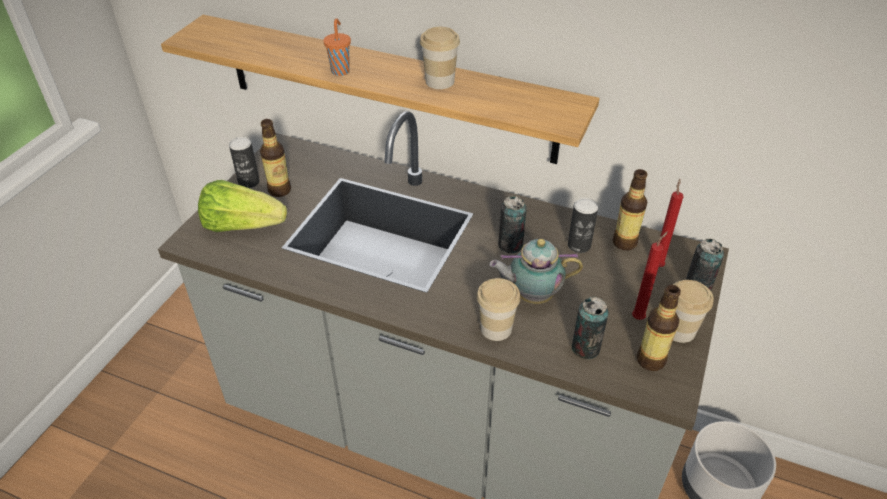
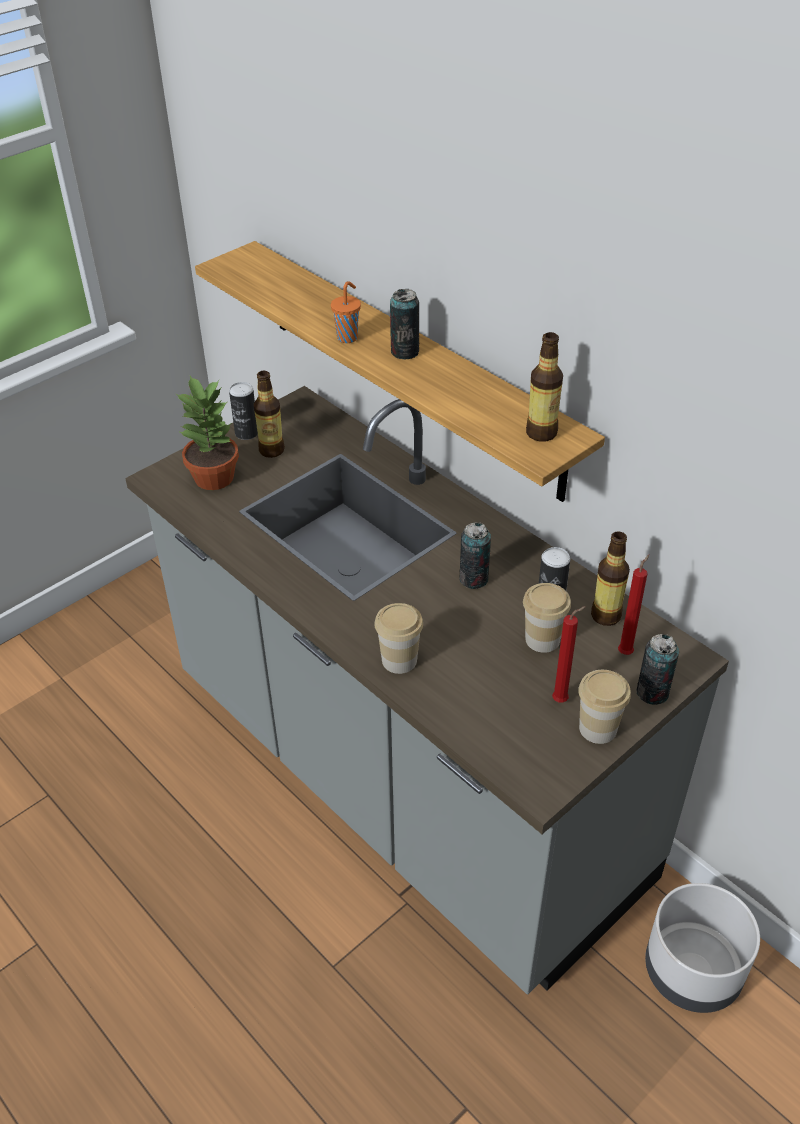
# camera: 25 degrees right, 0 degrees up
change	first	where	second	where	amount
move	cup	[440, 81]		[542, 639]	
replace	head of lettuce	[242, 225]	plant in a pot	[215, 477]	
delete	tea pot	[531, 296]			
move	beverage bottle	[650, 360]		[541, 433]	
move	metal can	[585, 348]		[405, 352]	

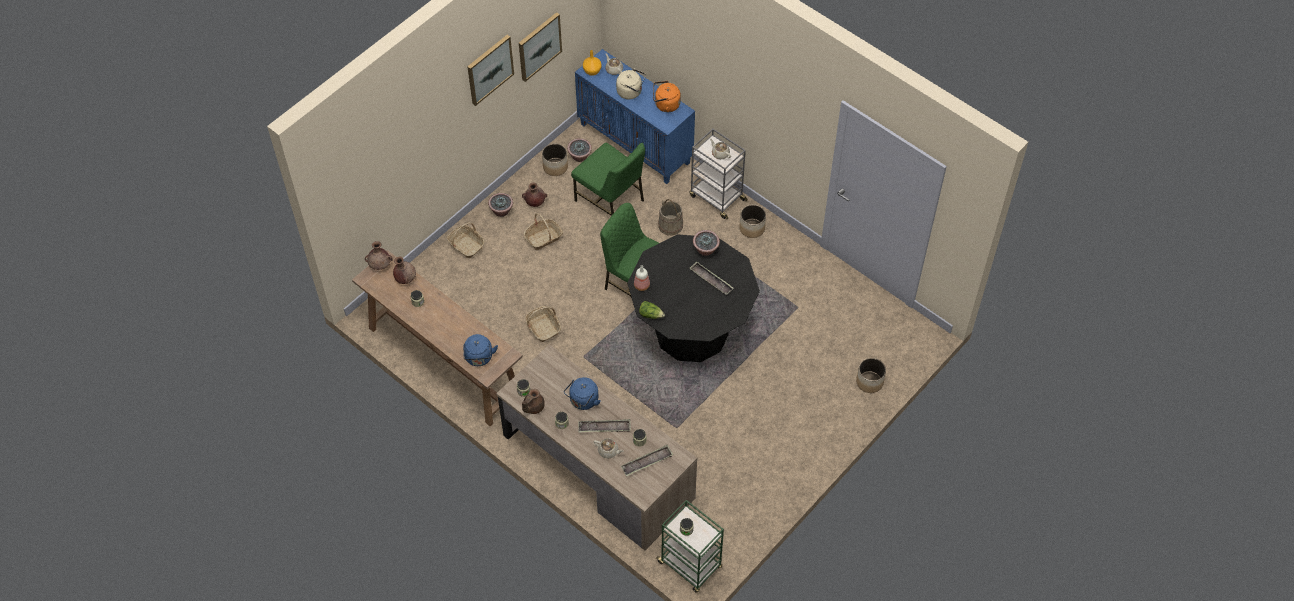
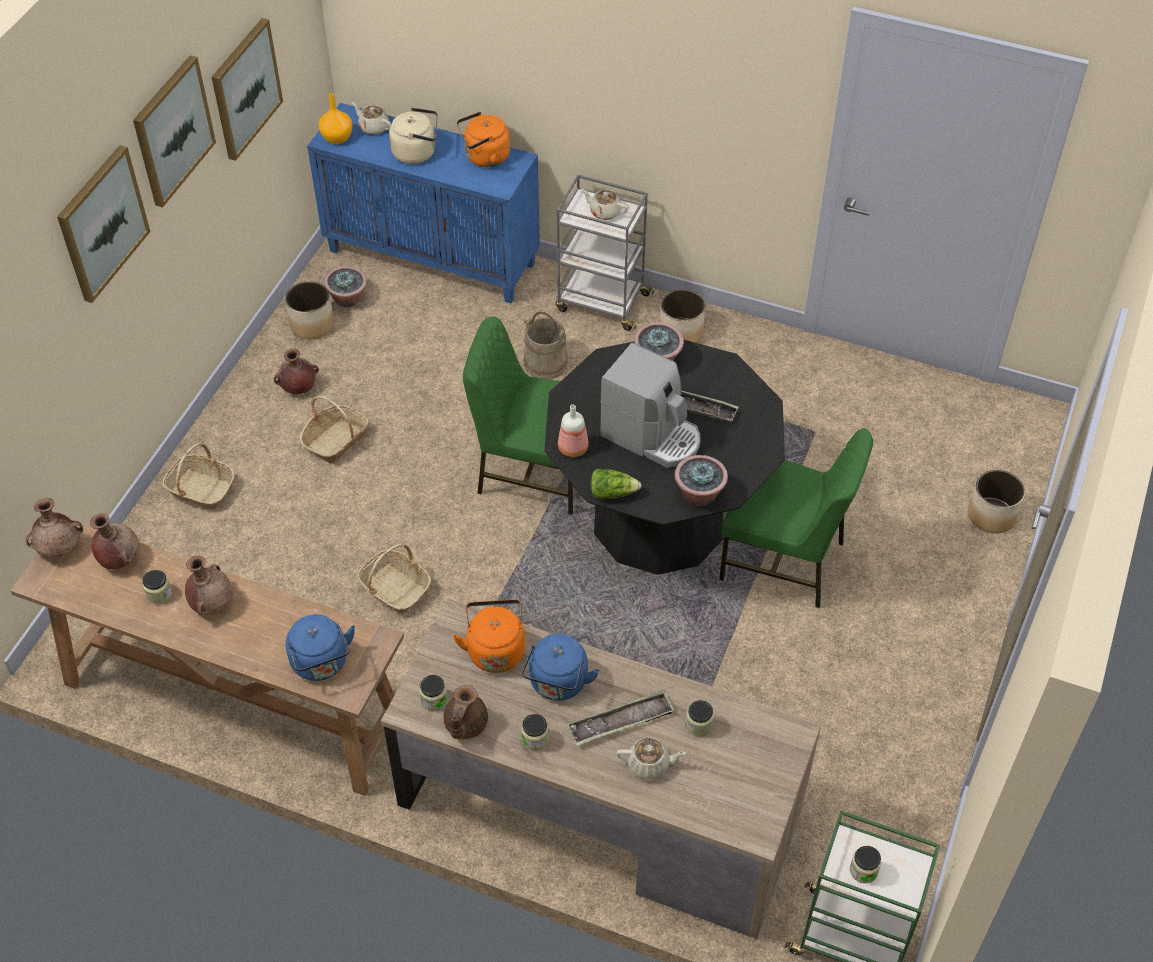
# camera: 20 degrees left, 5 degrees down
change	first	where	second	where	amount
move	greenish plain chair	[610, 201]		[784, 560]	
move	plant in a pot	[501, 211]		[699, 495]	
delete	tray	[647, 462]			
insert			wall art	[102, 223]	
insert			coffee brewer	[652, 436]	
insert			brown decorative vase	[212, 603]	
insert			orange-coloured kettle	[495, 649]	

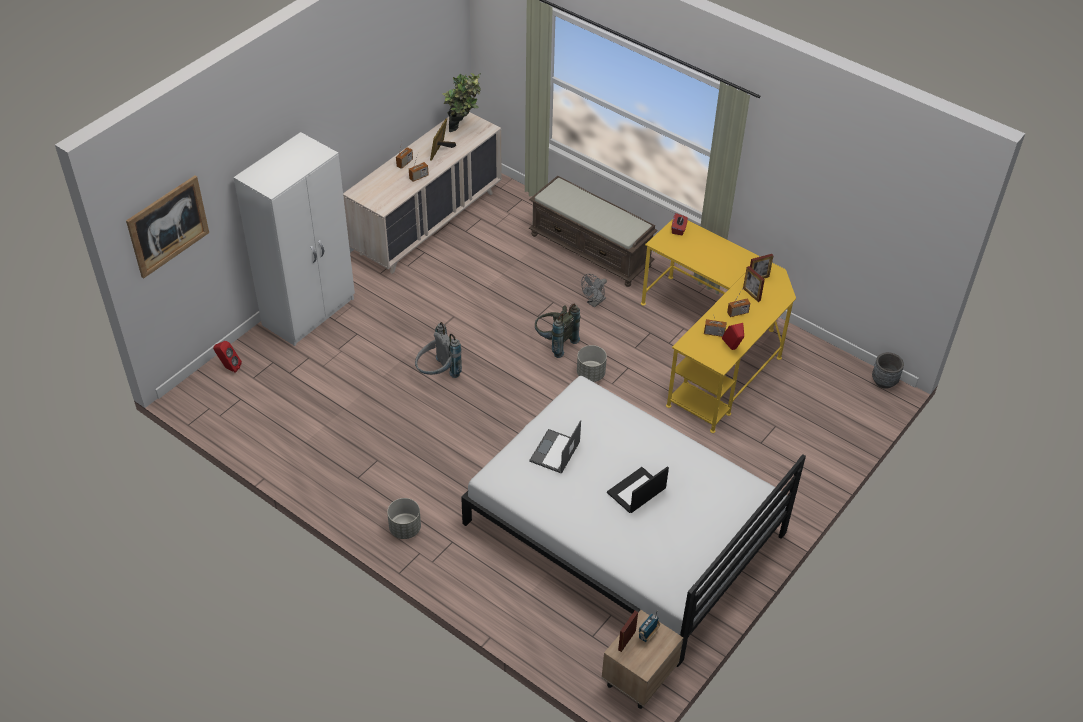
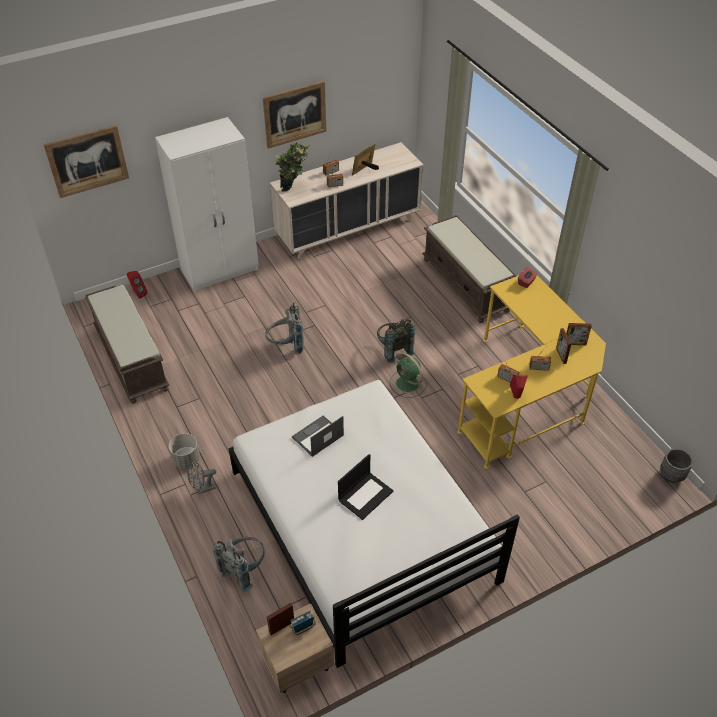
# camera: 25 degrees right, 0 degrees up
change	first	where	second	where	amount
move	plant in a pot	[463, 129]		[294, 192]	
move	grey cooling fan	[594, 302]		[202, 489]	
replace	grey plant pot	[591, 374]	greenish cooling fan	[408, 384]	
rotate	portable computer	[636, 491]		[365, 495]	150 degrees clockwise
insert			wall art	[295, 114]	
insert			brown bench	[130, 358]	
insert			grey rucksack	[244, 569]	

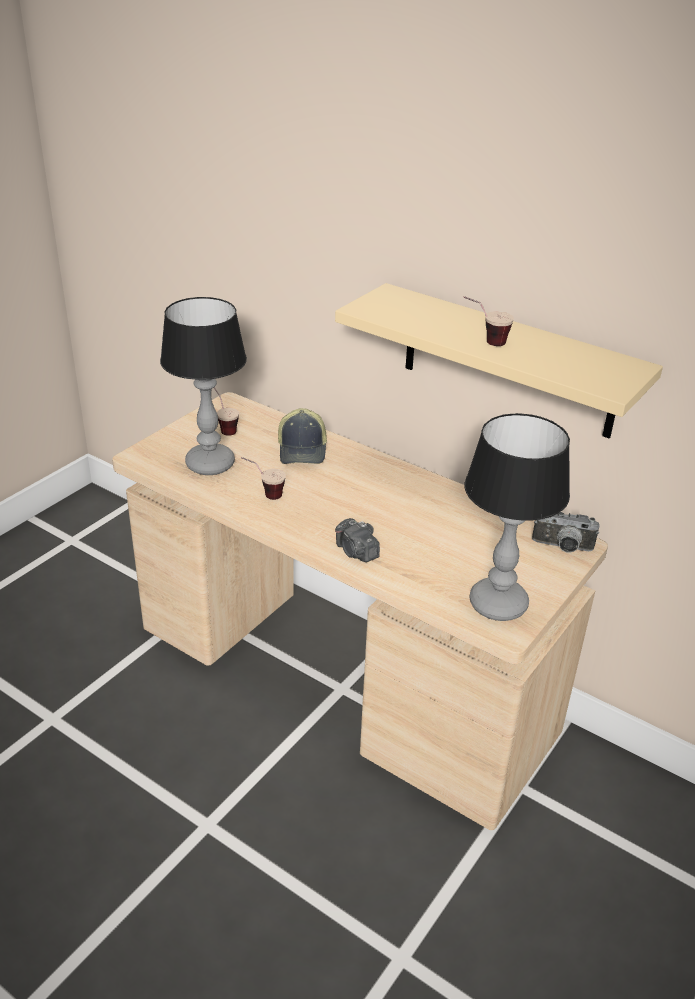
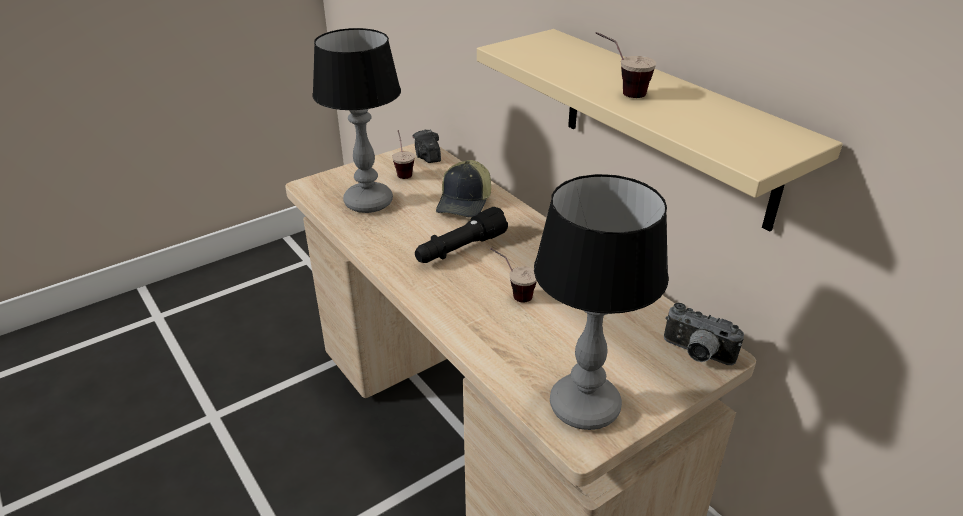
# camera: 20 degrees right, 0 degrees up
change	first	where	second	where	amount
move	cup	[263, 494]		[512, 293]	
move	photo camera	[356, 552]		[427, 156]	
insert			blackish hand torch	[460, 249]	

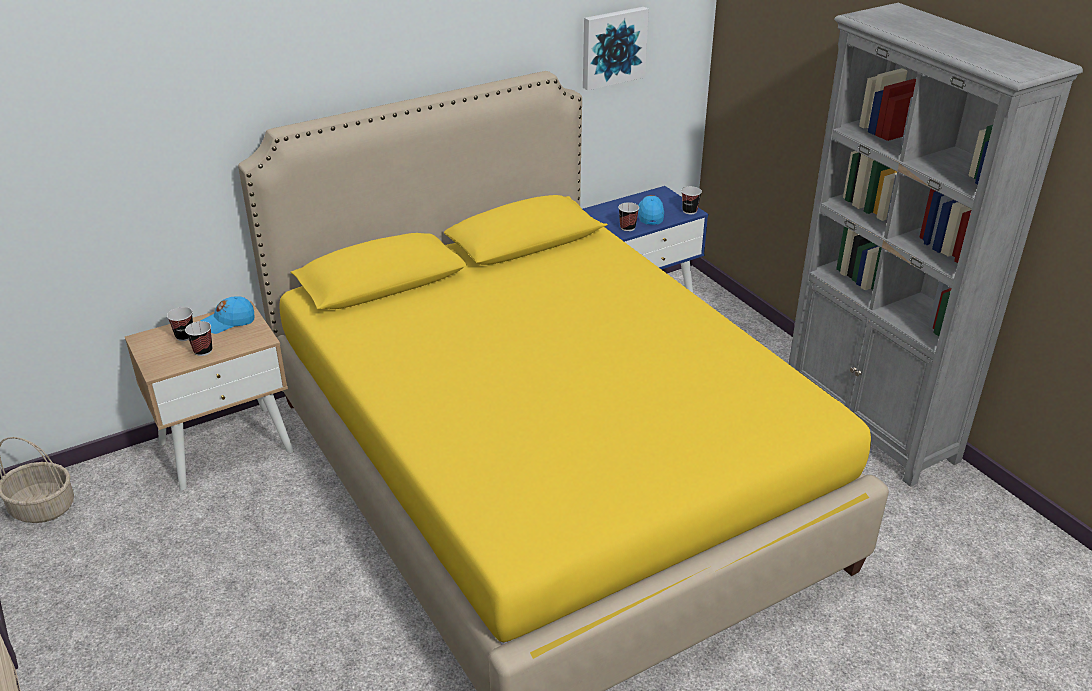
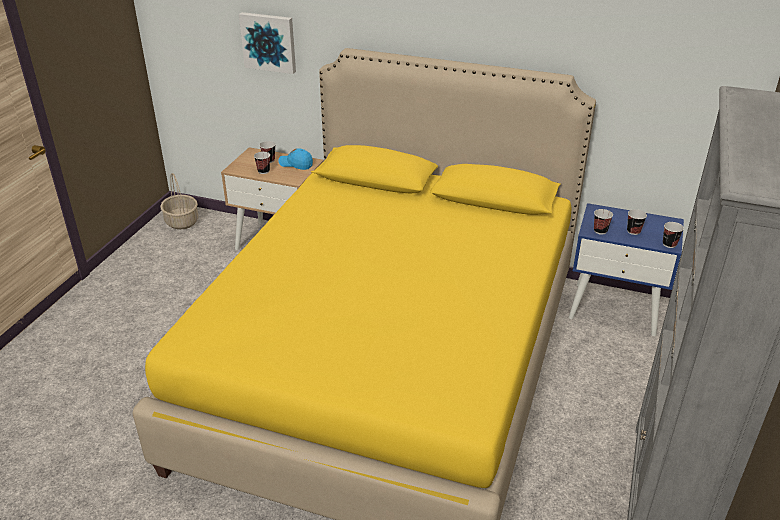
# camera: 50 degrees right, 0 degrees up
change	first	where	second	where	amount
move	wall art	[613, 47]		[269, 42]	
replace	blue peaked cap	[650, 214]	cup	[633, 231]	

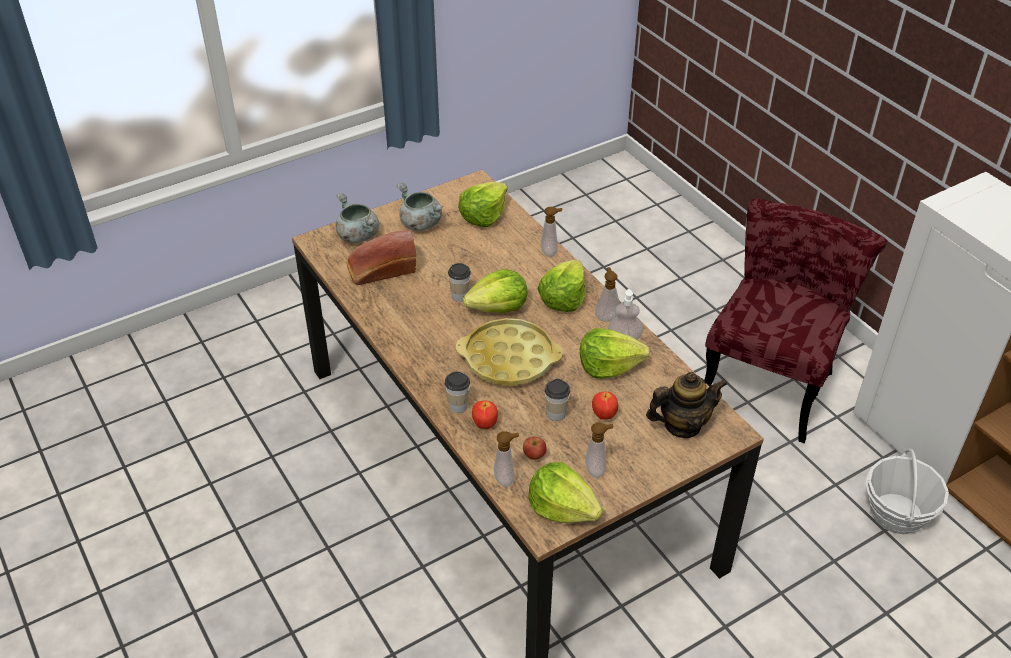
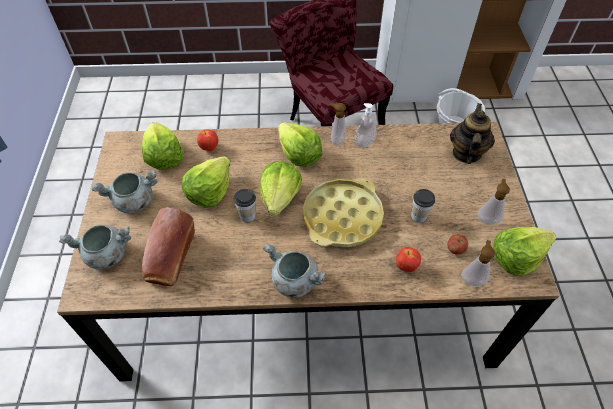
# camera: 60 degrees left, 10 degrees up
change	first	where	second	where	amount
delete	soap bottle	[550, 252]			
move	head of lettuce	[608, 365]		[209, 191]	
delete	cup	[458, 406]			
move	whole apple	[603, 415]		[209, 148]	
insert			grey saucepot	[293, 281]	

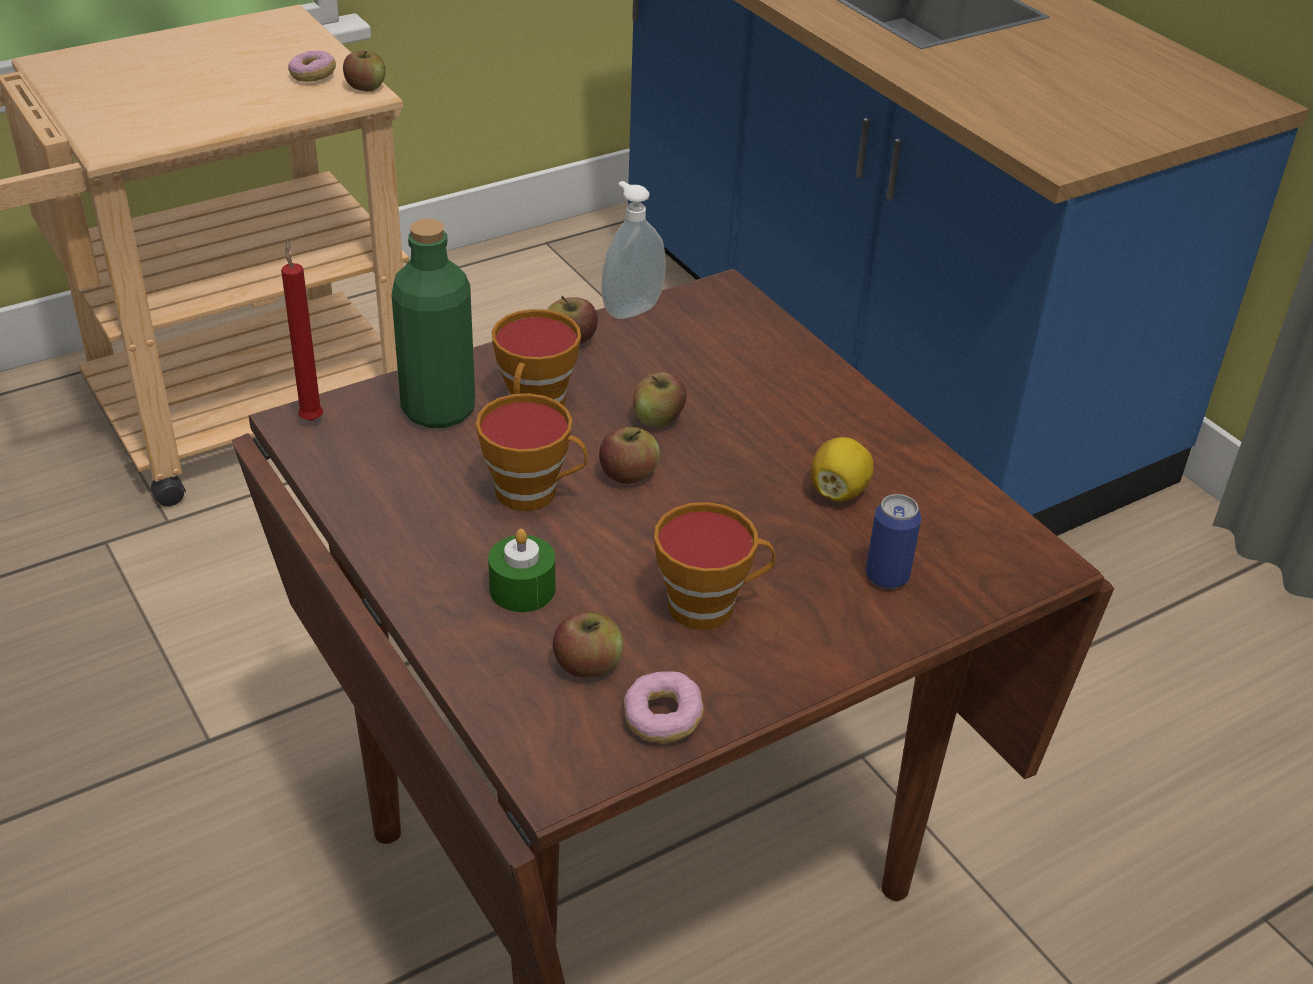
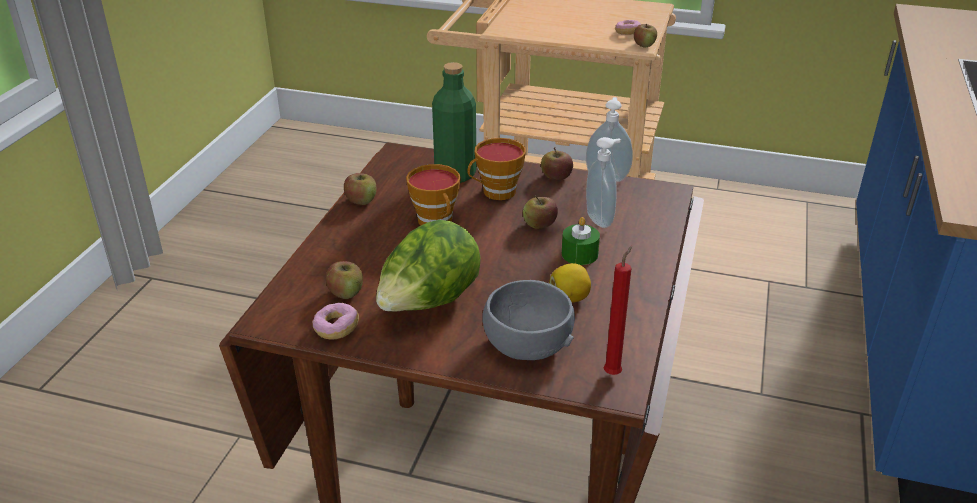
# camera: 50 degrees right, 5 degrees down
change	first	where	second	where	amount
move	reddish wax candle	[311, 418]		[613, 372]	
move	whole apple	[628, 474]		[361, 200]	
replace	metal can	[887, 576]	grey serving bowl	[527, 344]	
replace	cup	[709, 606]	head of lettuce	[429, 304]	
move	greenish wax candle	[522, 589]		[579, 254]	
insert			soap bottle	[601, 219]	

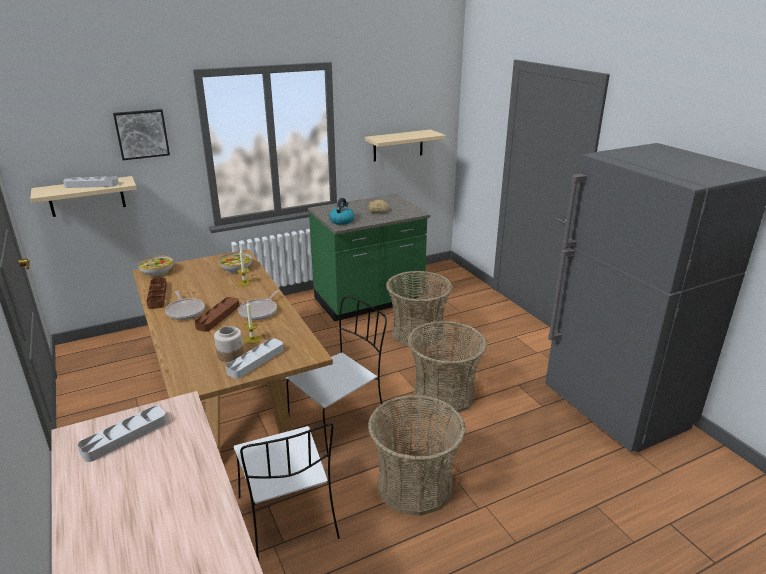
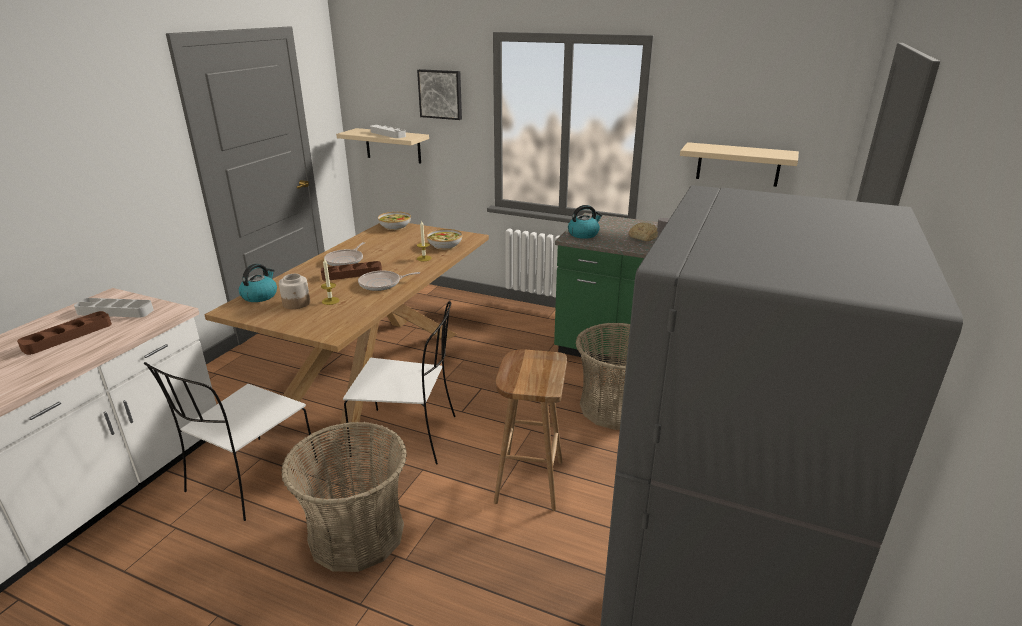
# camera: 50 degrees right, 0 degrees up
change	first	where	second	where	amount
move	brown tray	[157, 295]		[68, 336]	
replace	basket	[443, 394]	brown stool	[528, 480]	
delete	grey tray	[256, 361]			
insert			kettle	[260, 296]	

